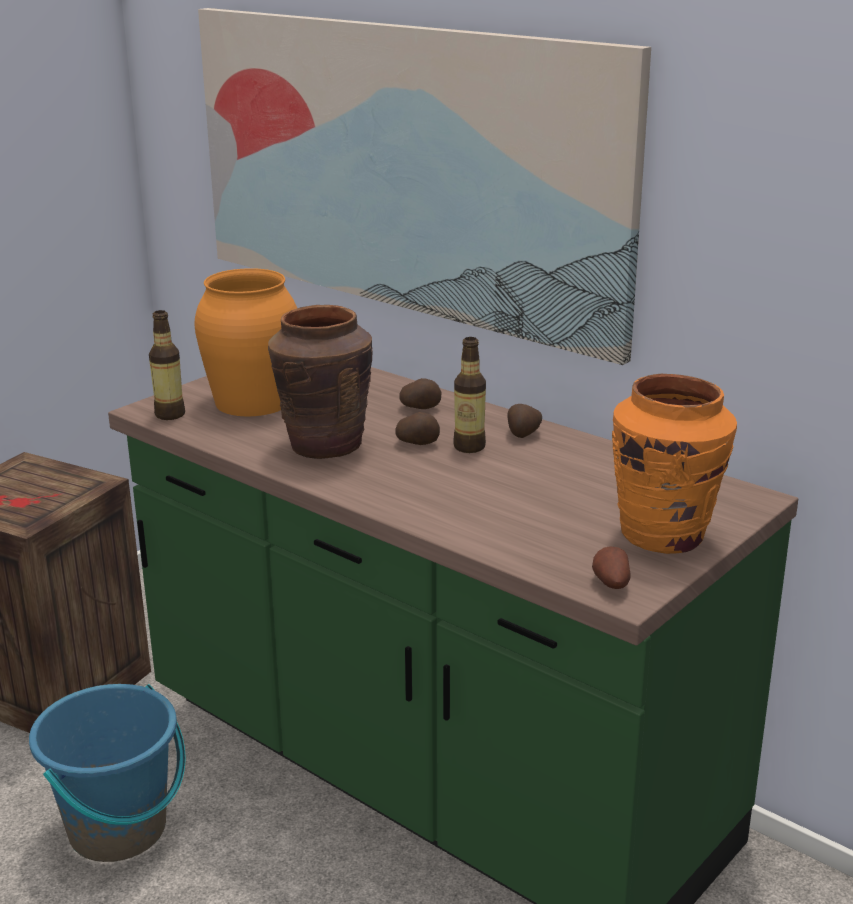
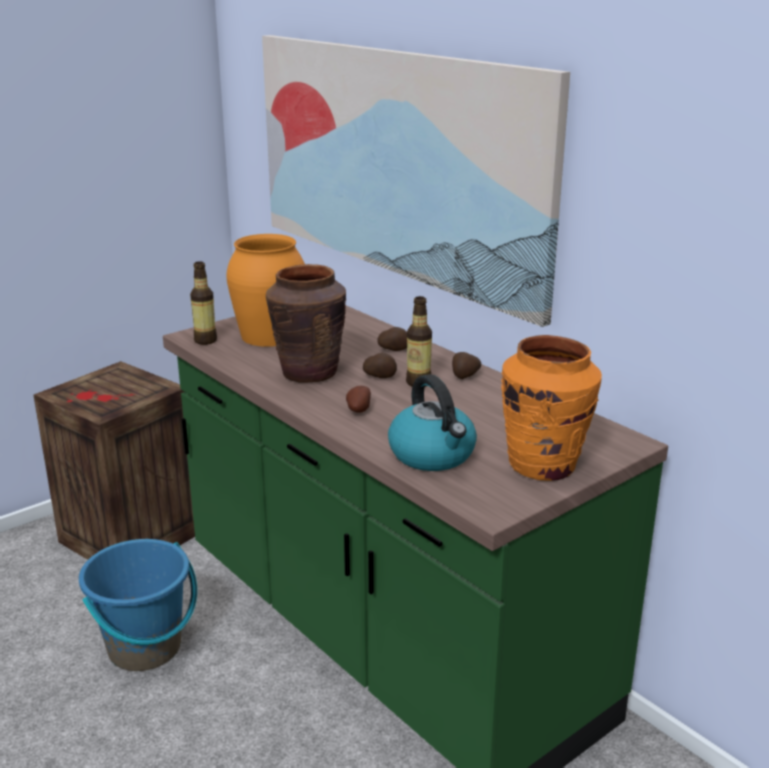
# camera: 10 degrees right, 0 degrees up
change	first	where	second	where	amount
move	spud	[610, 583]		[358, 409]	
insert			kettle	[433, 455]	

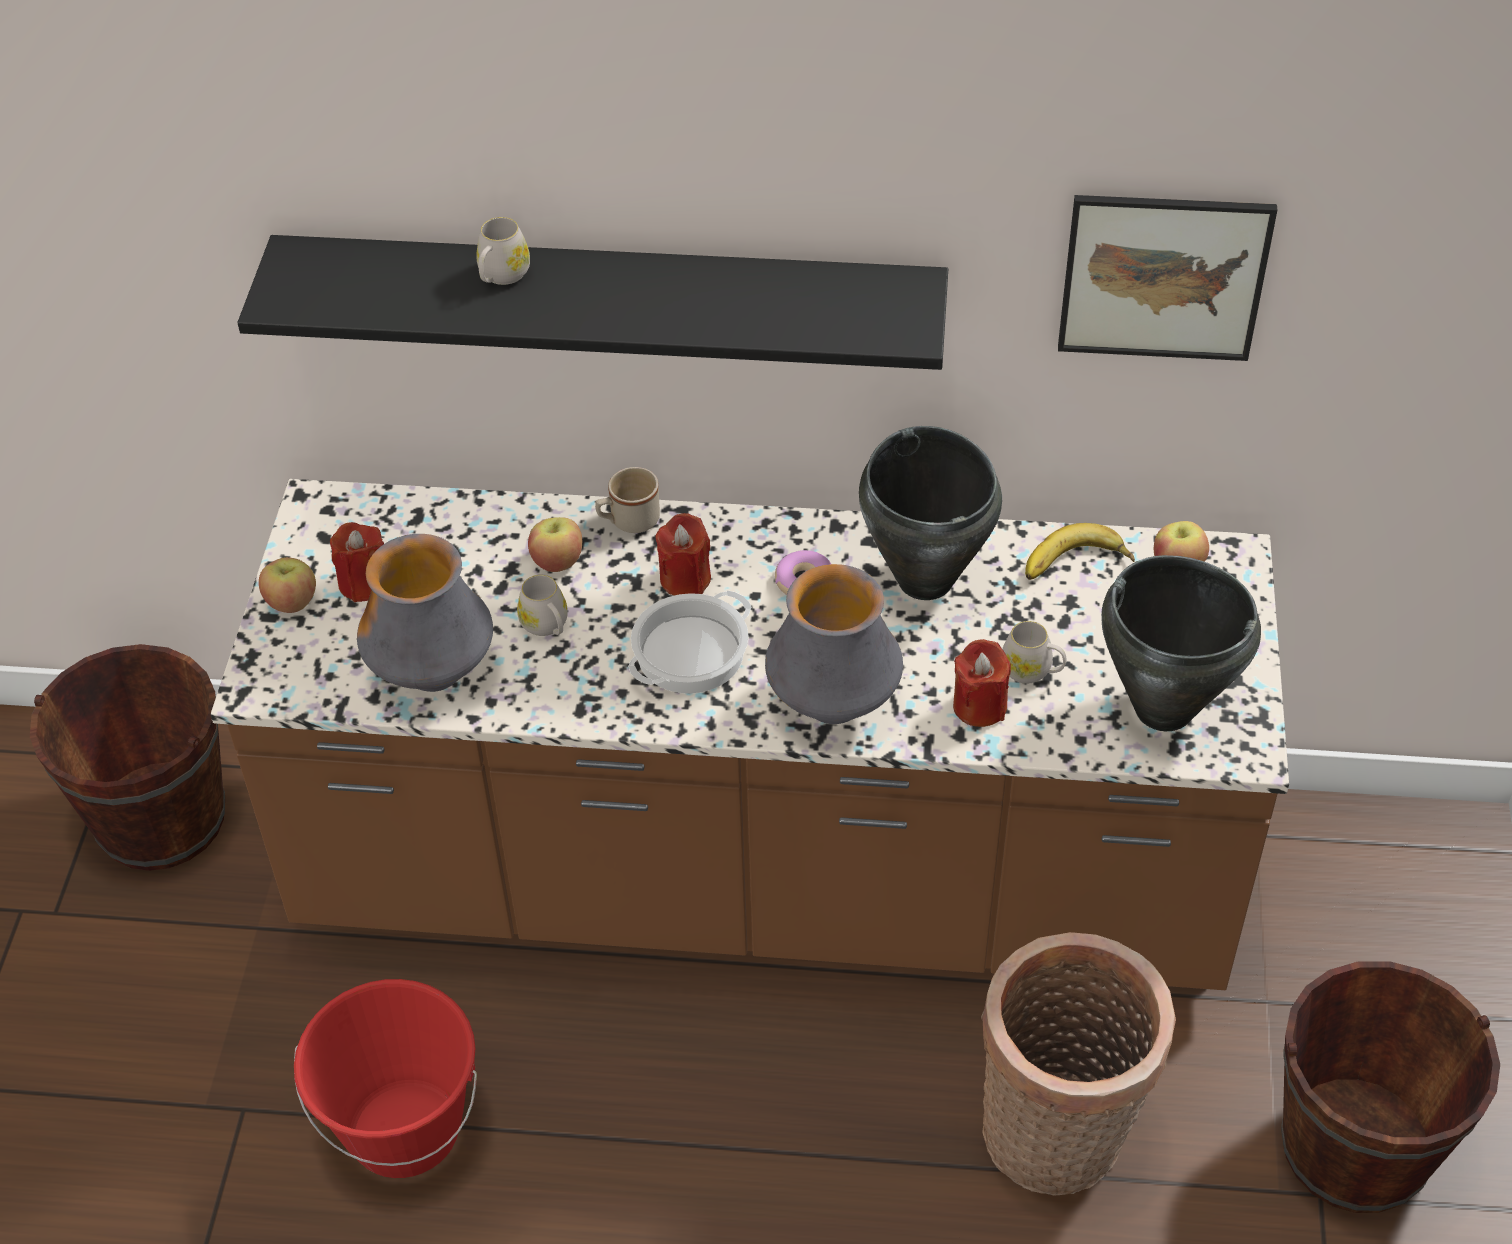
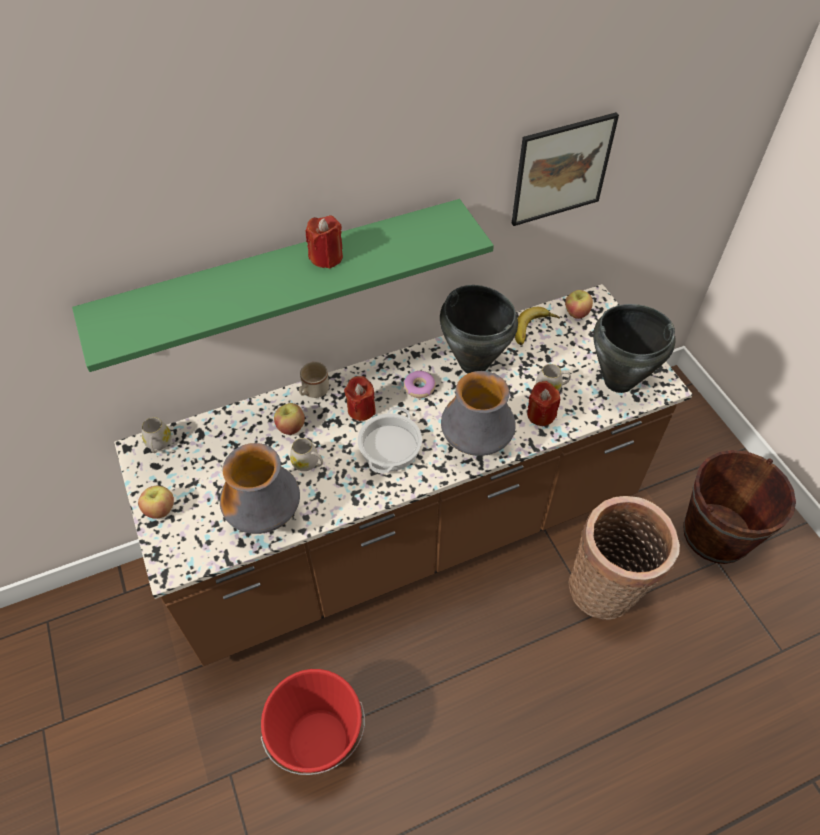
# camera: 30 degrees left, 5 degrees up
change	first	where	second	where	amount
move	white mug	[501, 276]		[158, 444]	
recolor	blackish wall shelf	[609, 300]	greenish wall shelf	[282, 277]	
move	reddish wax candle	[364, 583]		[326, 257]	
delete	brown bucket	[161, 818]			

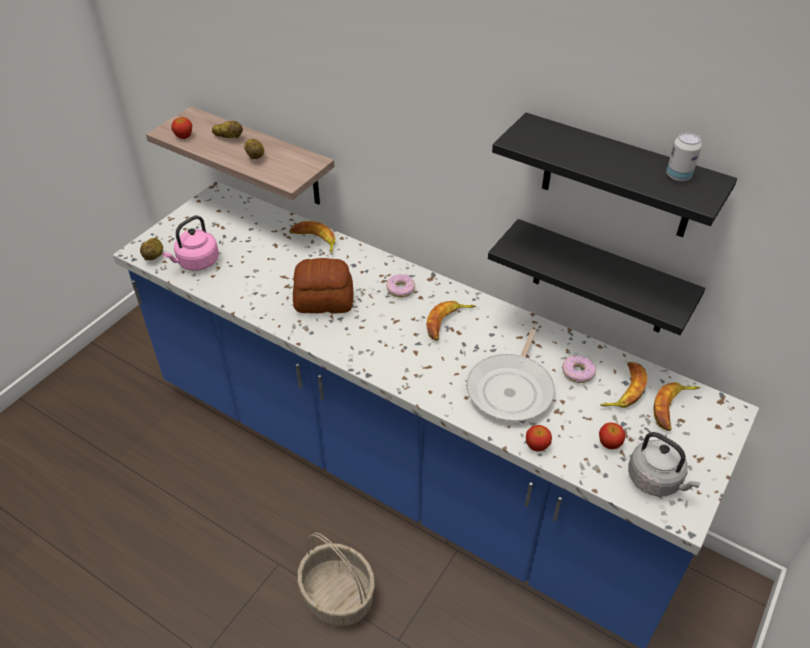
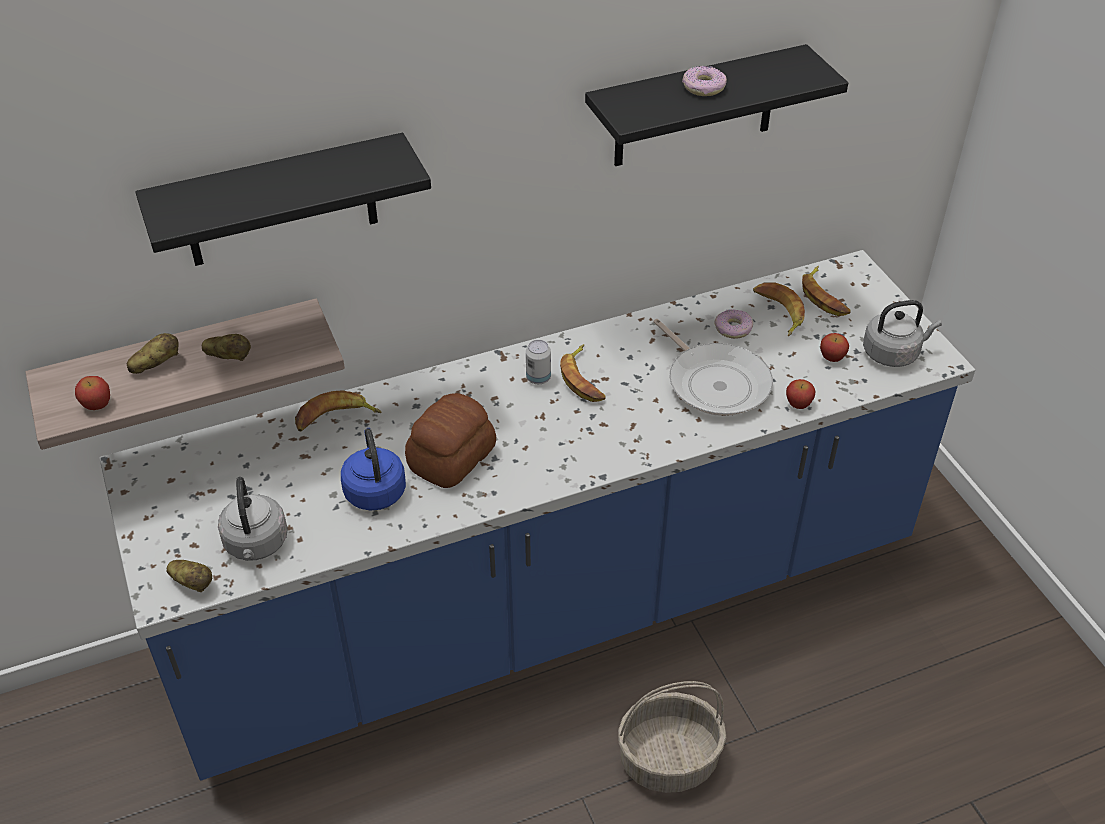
# camera: 55 degrees left, 0 degrees up
change	first	where	second	where	amount
move	metal can	[678, 176]		[538, 378]	
recolor	pink-coloured kettle	[196, 263]	grey kettle	[256, 545]	
move	blackish wall shelf	[600, 279]		[280, 202]	
move	donut	[400, 289]		[703, 87]	
insert			blue kettle	[374, 490]	

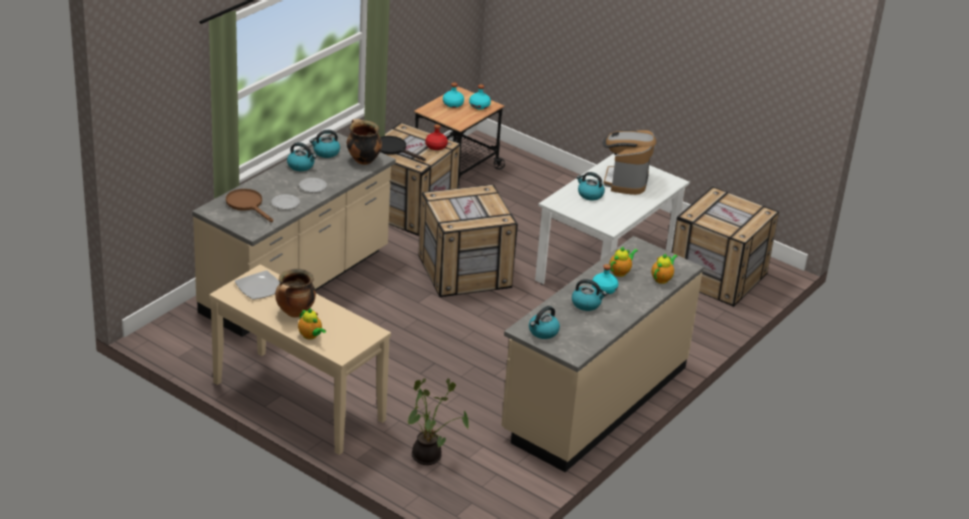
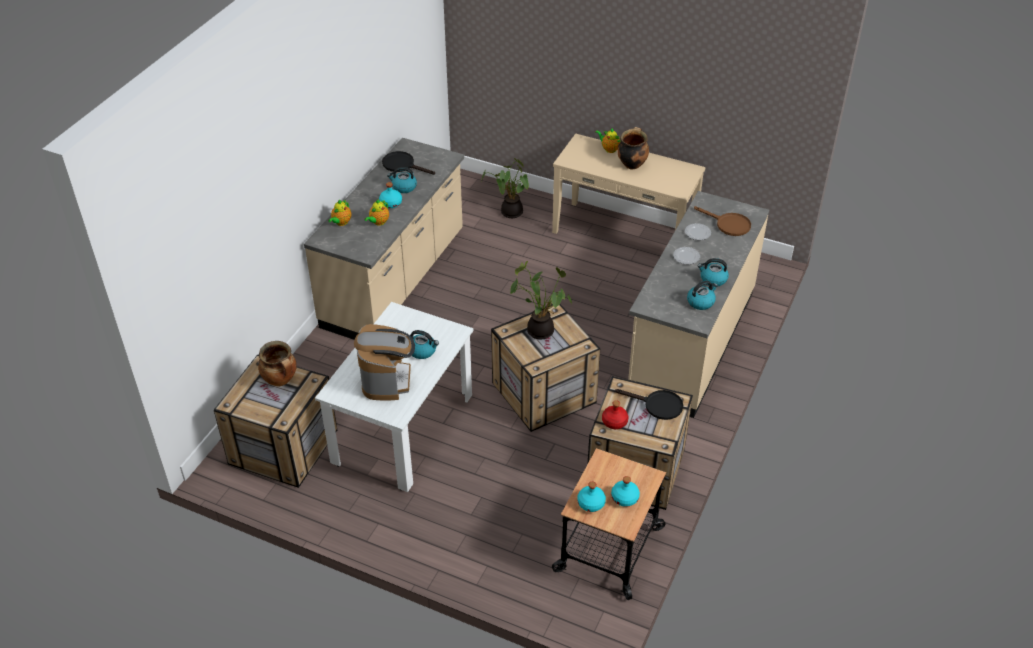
# camera: 170 degrees right, 10 degrees up
change	first	where	second	where	amount
move	saucepot	[362, 160]		[281, 380]	
delete	flat dish	[260, 287]			
delete	kettle	[543, 332]			
insert			blackish skillet	[402, 165]	
insert			plant in a pot	[541, 329]	

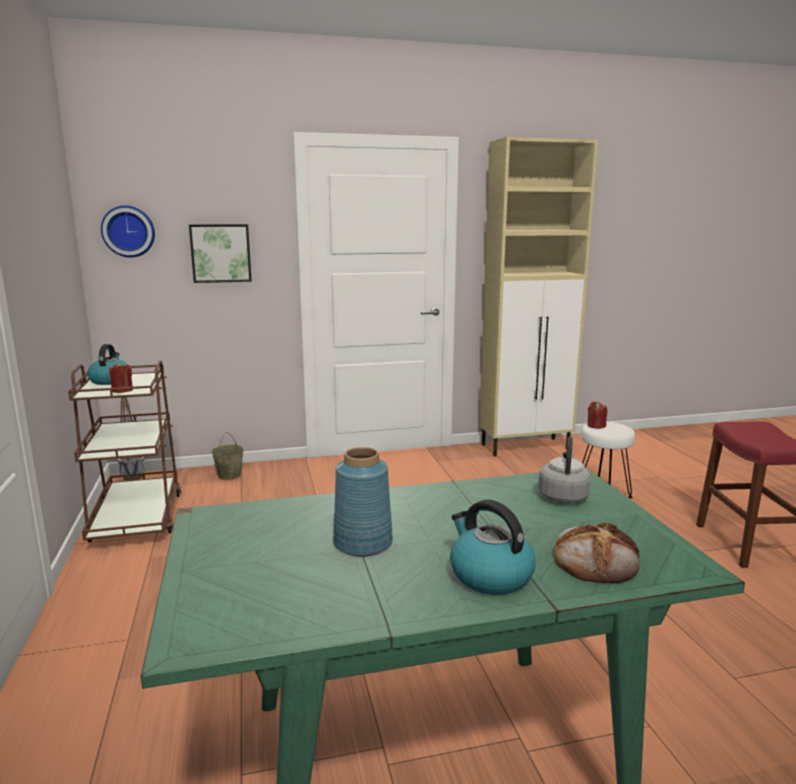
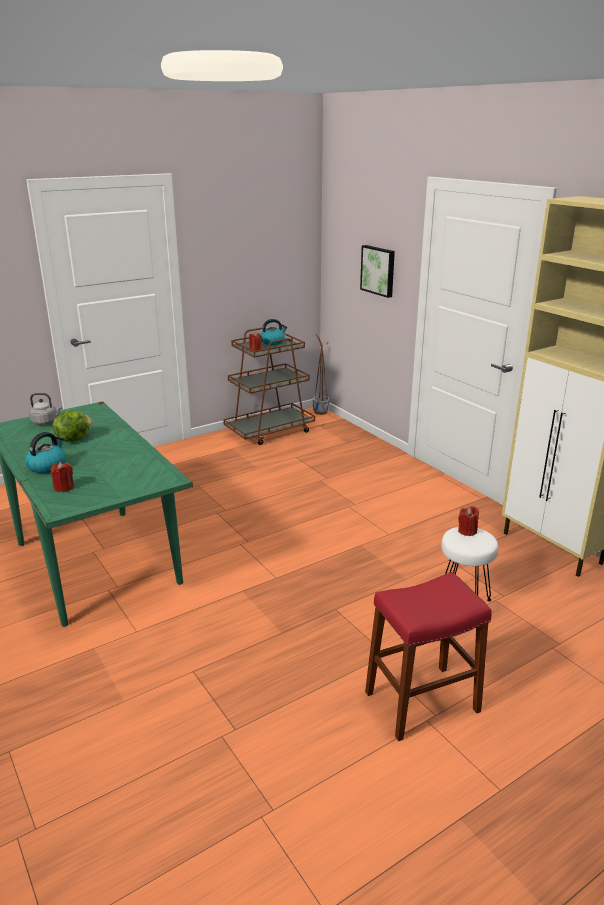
# camera: 70 degrees right, 10 degrees up
change	first	where	second	where	amount
delete	hanging clock	[129, 231]			
delete	sand-coloured bucket	[229, 475]			
move	grey kettle	[563, 496]		[46, 422]	
replace	blue decorative vase	[362, 544]	head of lettuce	[73, 439]	
replace	baked bread	[596, 560]	reddish wax candle	[64, 487]	

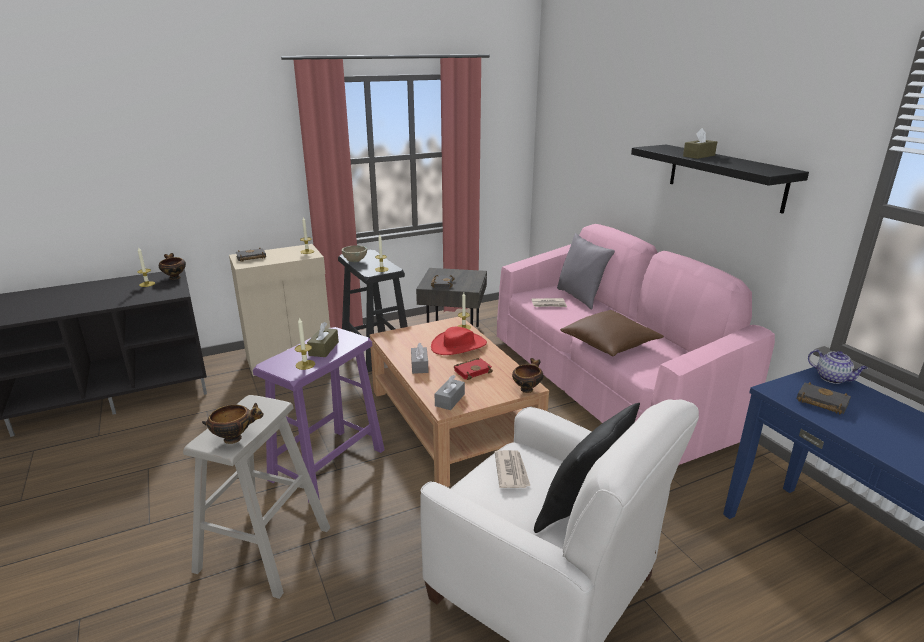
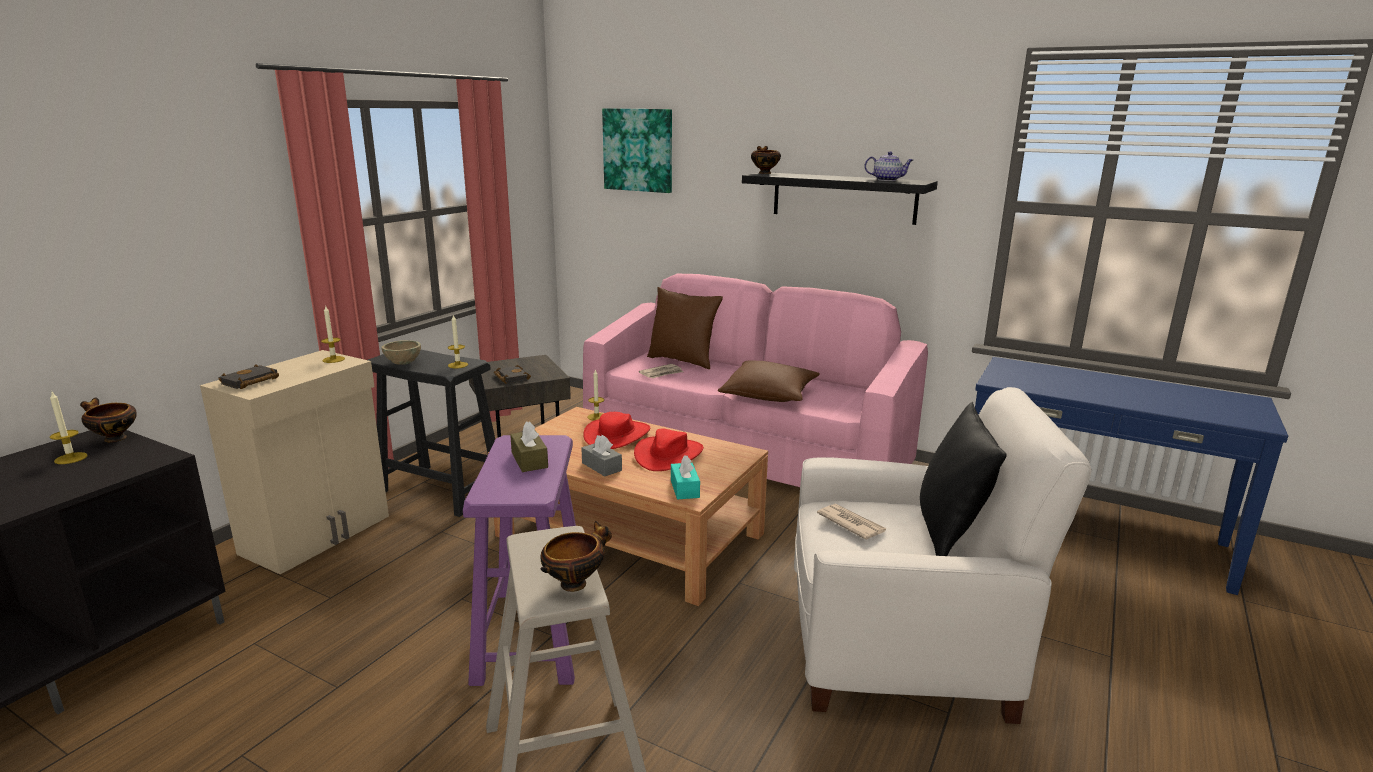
# camera: 35 degrees left, 5 degrees down
change	first	where	second	where	amount
delete	brown box of tissues	[699, 156]			
recolor	grey pillow	[580, 297]	brown pillow	[683, 360]	
delete	wax candle	[305, 364]			
move	tea pot	[833, 378]		[887, 180]	
replace	reddish book	[473, 371]	reddish clothing hat	[668, 455]	
move	serving bowl	[527, 389]		[764, 173]	
recolor	grey box of tissues	[450, 400]	turquoise box of tissues	[684, 488]	
delete	blackish book	[820, 402]			
insert			wall art	[638, 150]	

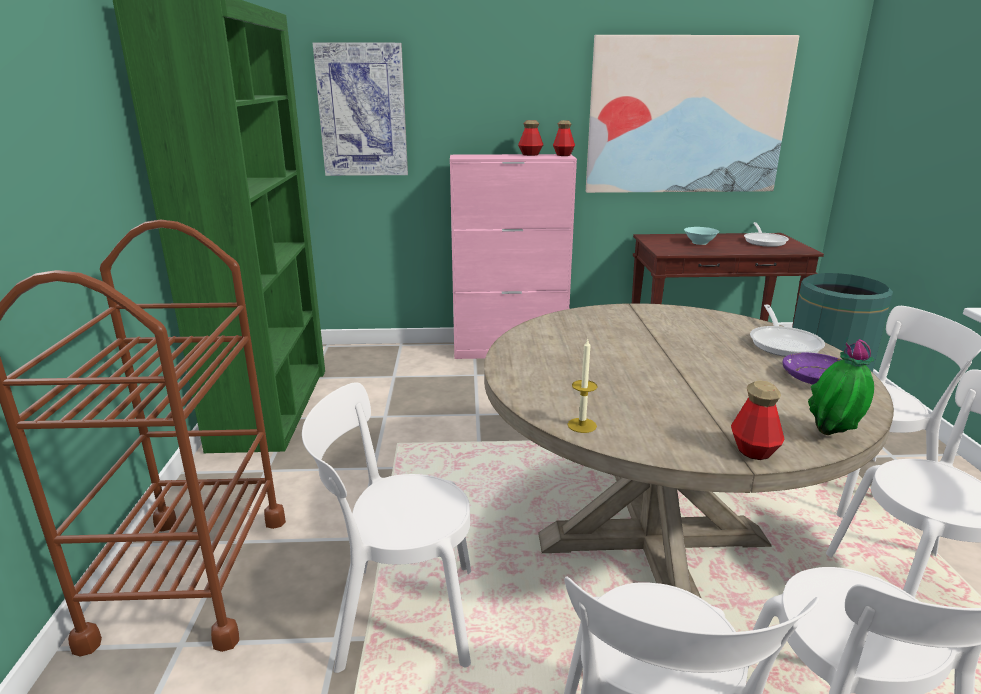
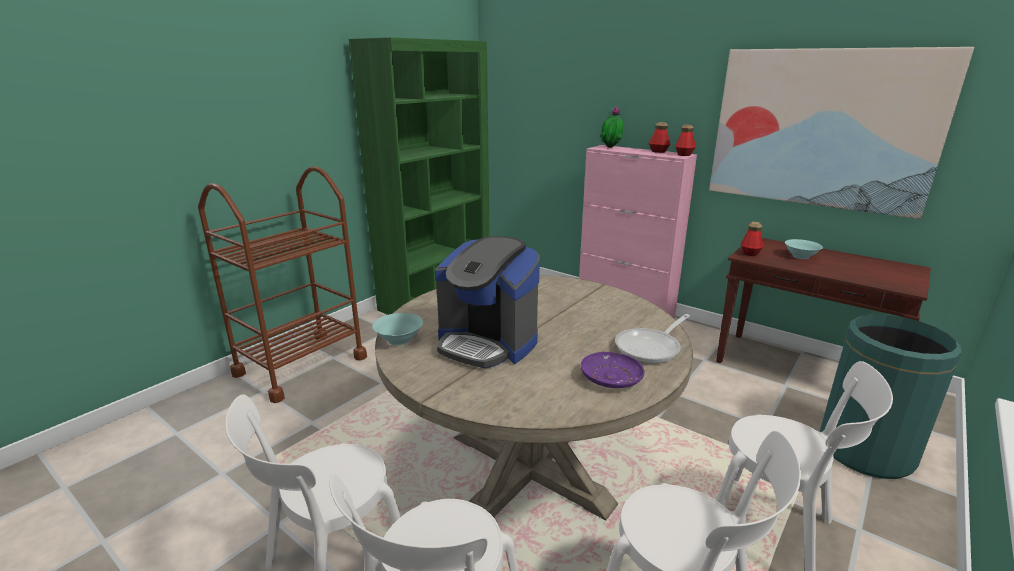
# camera: 40 degrees right, 0 degrees up
change	first	where	second	where	amount
delete	wall art	[362, 111]			
delete	skillet	[764, 241]			
replace	wax candle	[582, 425]	turquoise serving bowl	[399, 339]	
move	plant in a pot	[832, 436]		[610, 148]	
move	beverage bottle	[753, 450]		[750, 253]	
delete	white plain chair	[399, 615]			
insert			coffee brewer	[487, 343]	

